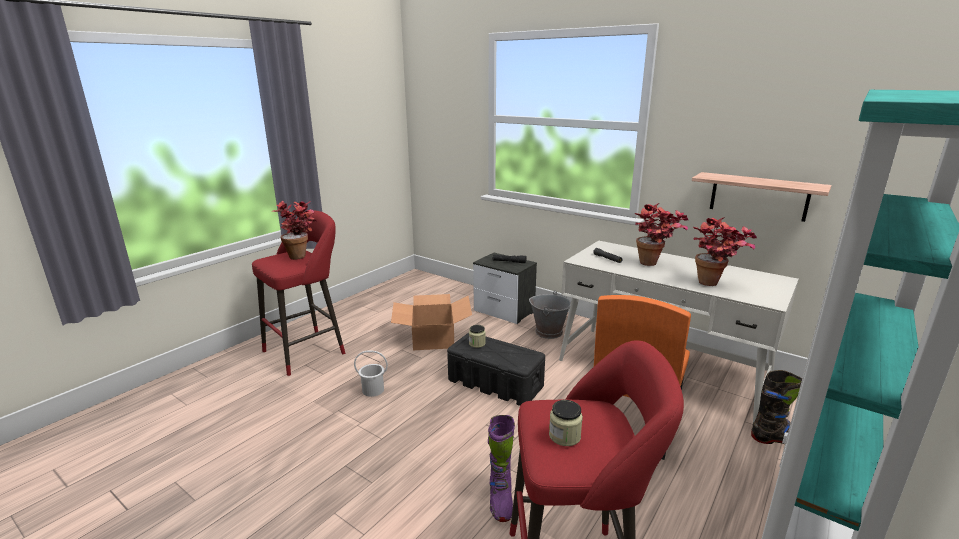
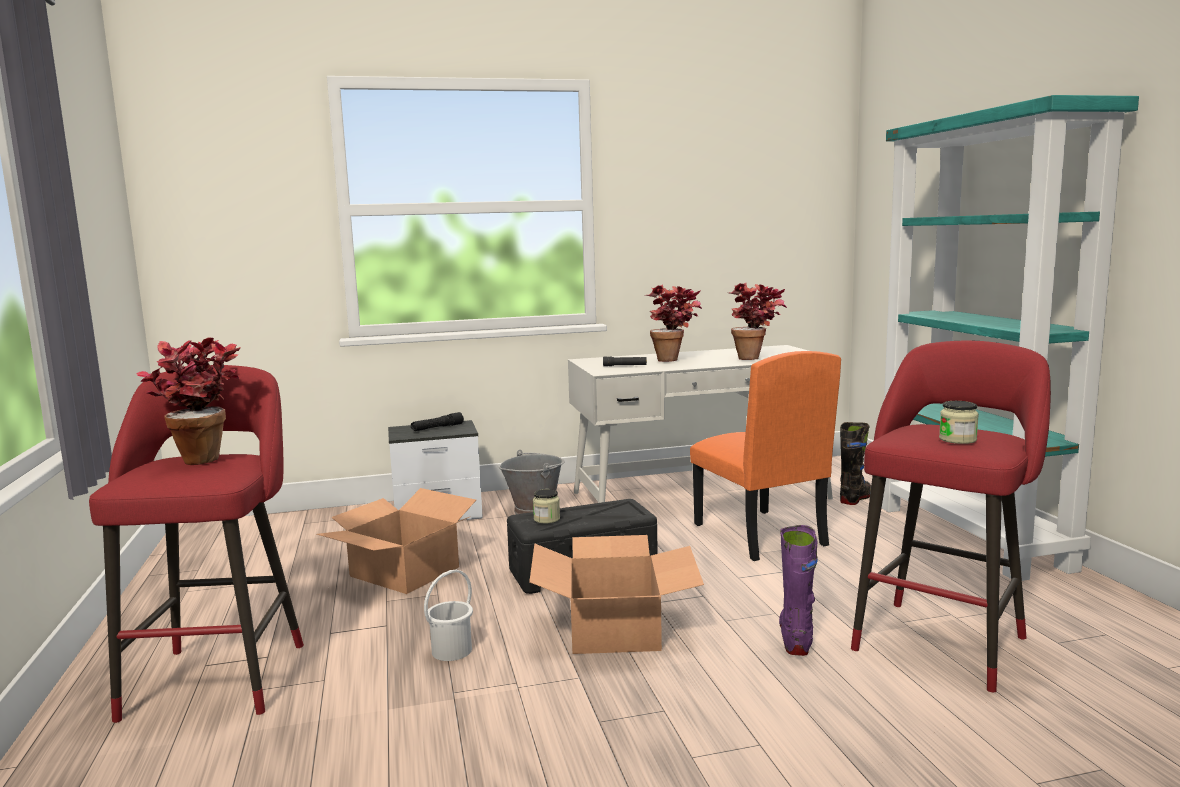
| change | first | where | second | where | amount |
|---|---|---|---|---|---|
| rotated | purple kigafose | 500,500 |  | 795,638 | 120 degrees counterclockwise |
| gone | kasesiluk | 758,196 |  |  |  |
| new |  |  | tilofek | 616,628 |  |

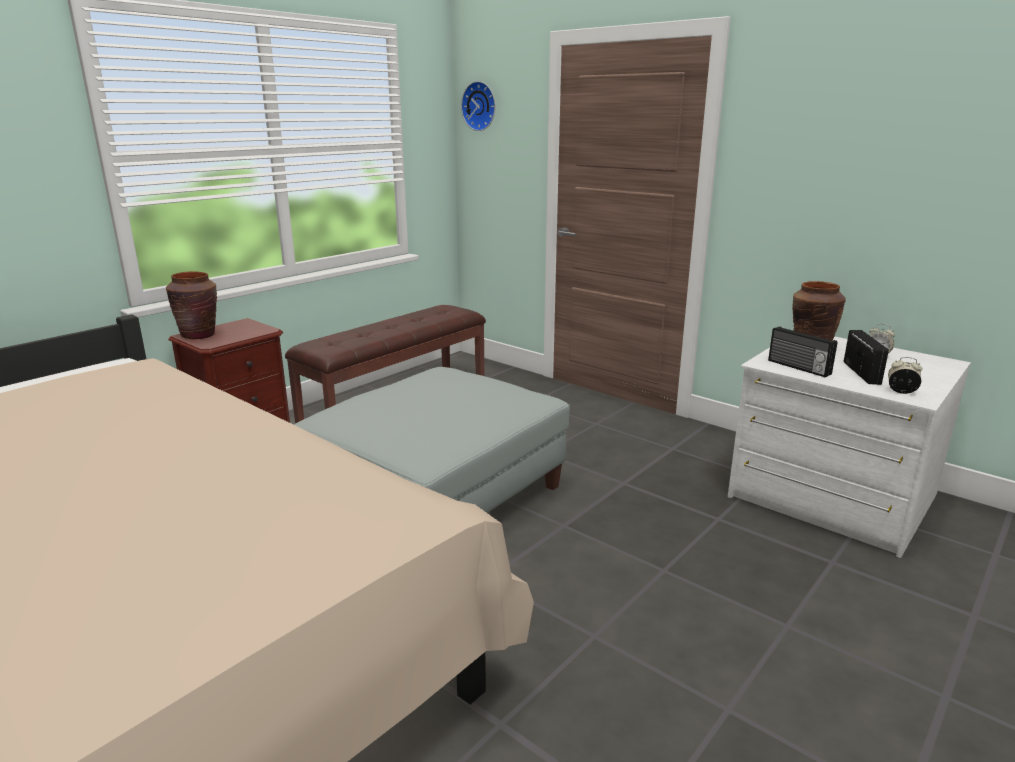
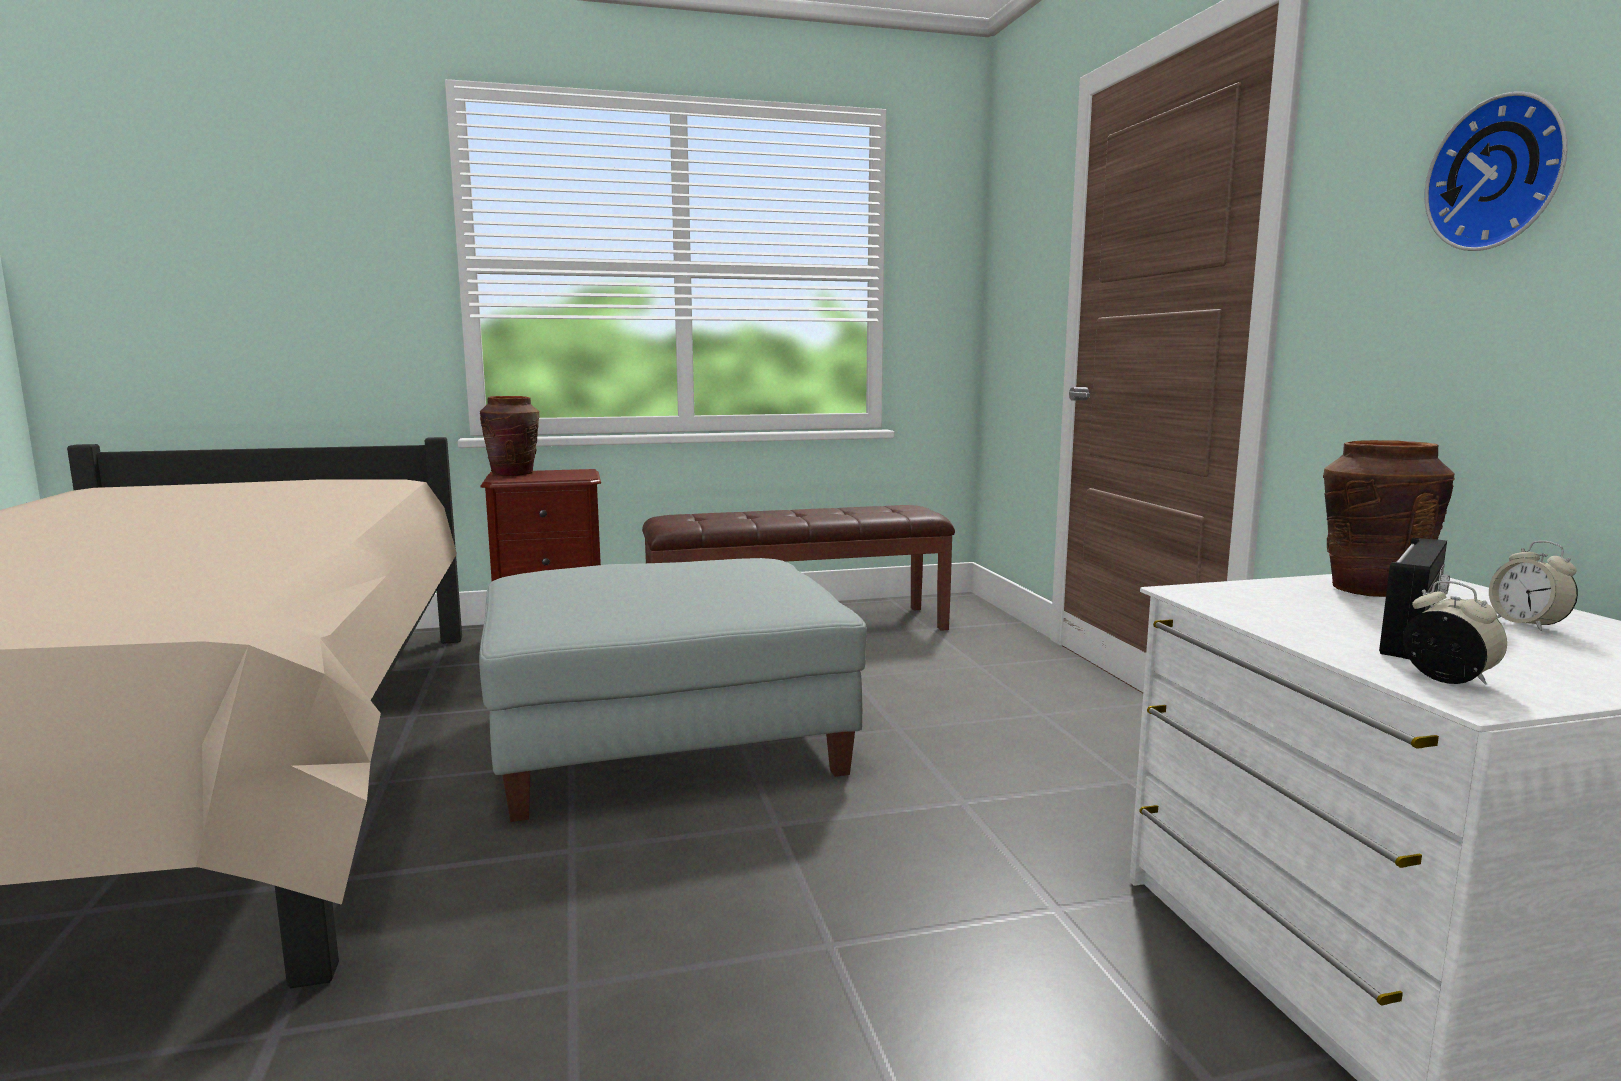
| change | first | where | second | where | amount |
|---|---|---|---|---|---|
| shifted | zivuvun | 480,106 |  | 1501,174 |  |
| gone | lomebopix | 798,367 |  |  |  |

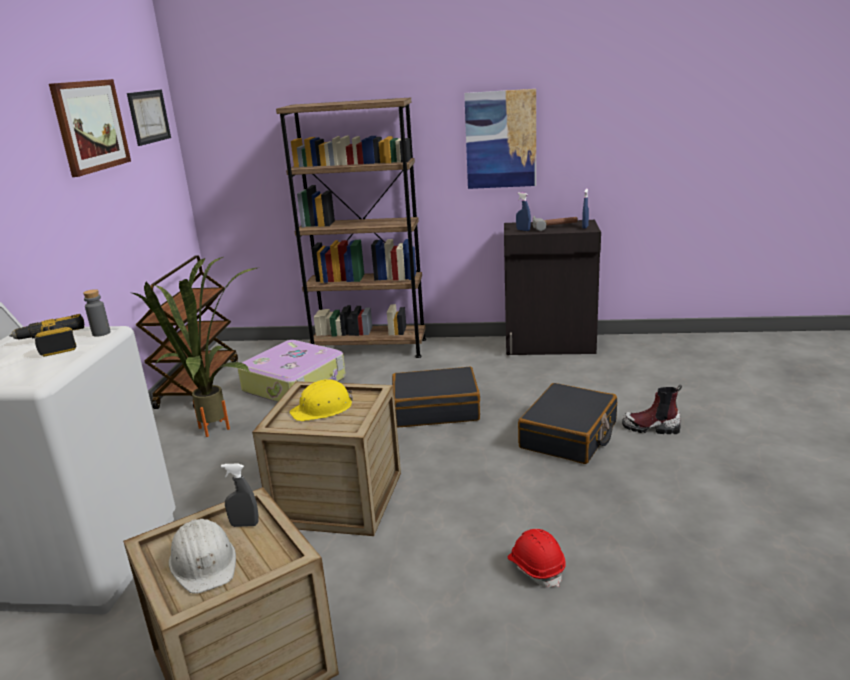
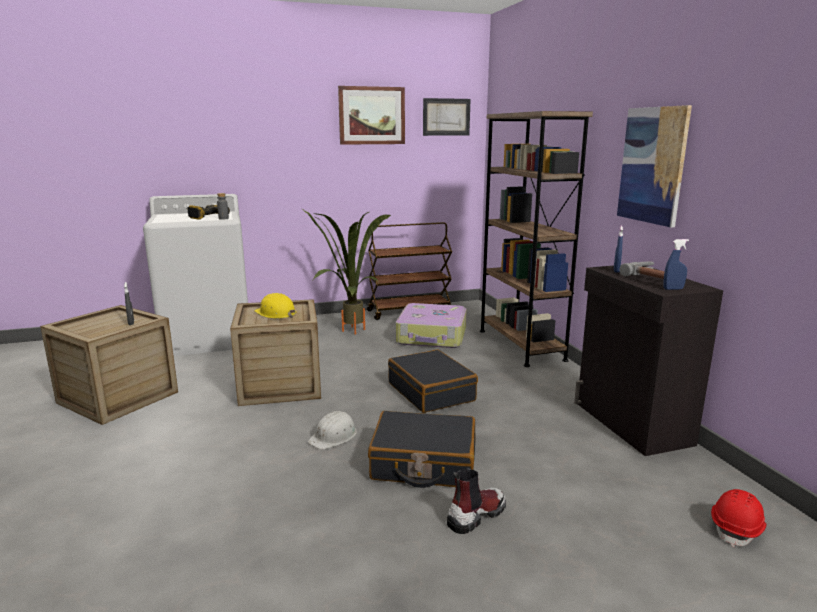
| change | first | where | second | where | amount |
|---|---|---|---|---|---|
| shifted | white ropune | 204,563 |  | 334,436 |  |
| shifted | red ropune | 536,567 |  | 736,528 |  |
| rotated | kigafose | 651,428 |  | 476,515 | 60 degrees clockwise |

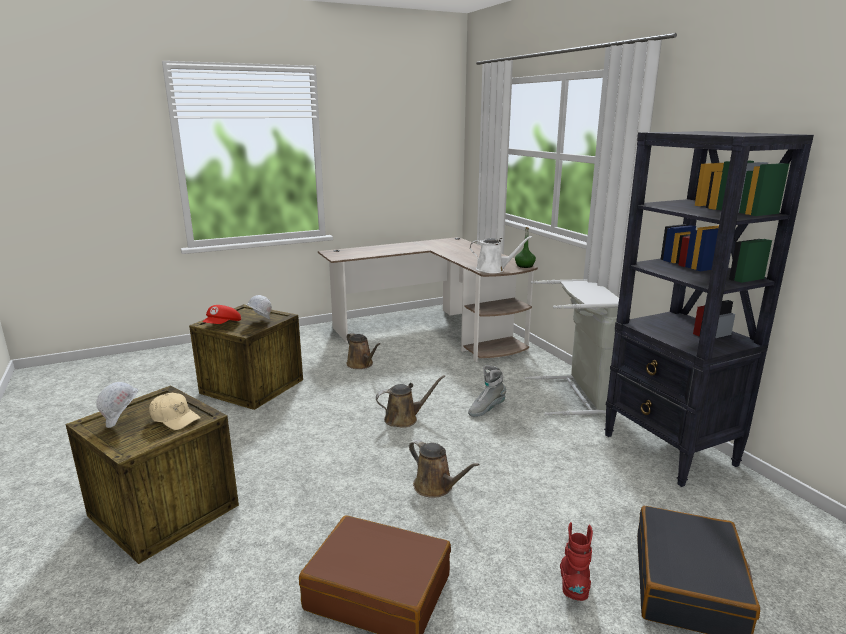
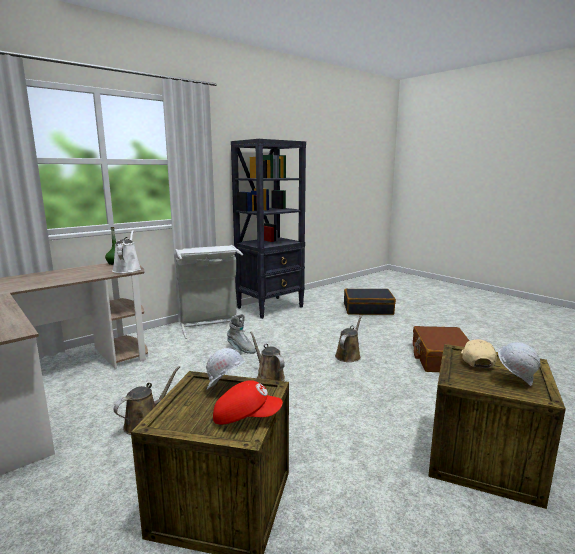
| change | first | where | second | where | amount |
|---|---|---|---|---|---|
| gone | red kigafose | 574,585 |  |  |  |

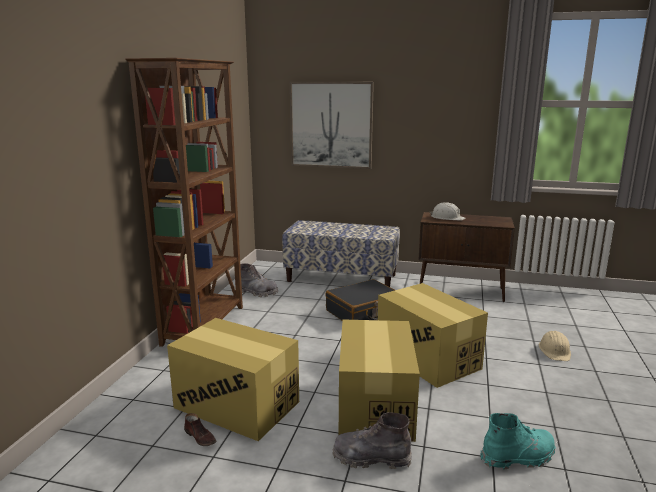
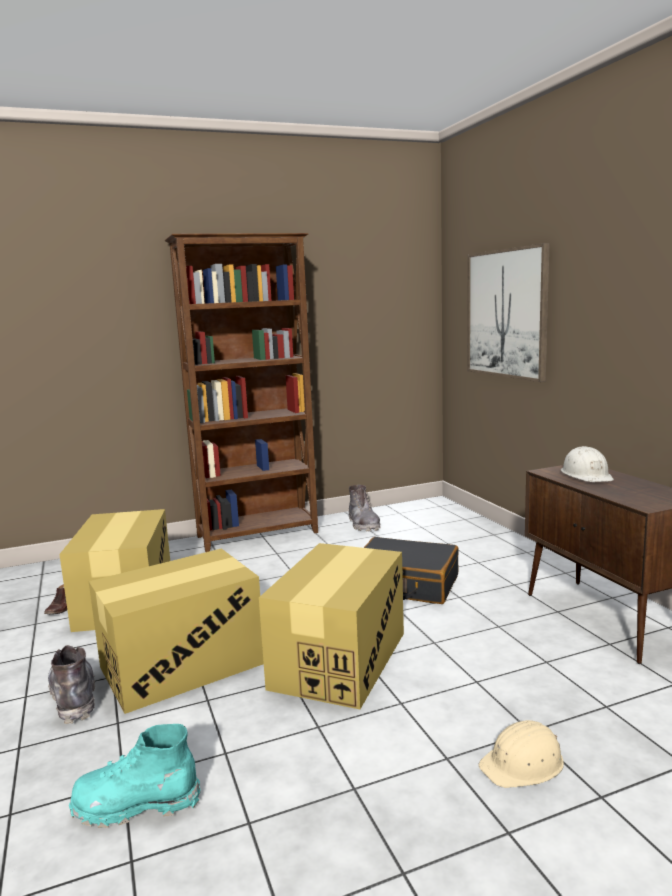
| change | first | where | second | where | amount |
|---|---|---|---|---|---|
| gone | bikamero | 342,278 |  |  |  |
| rotated | turquoise kigafose | 518,457 |  | 136,805 | 135 degrees clockwise |

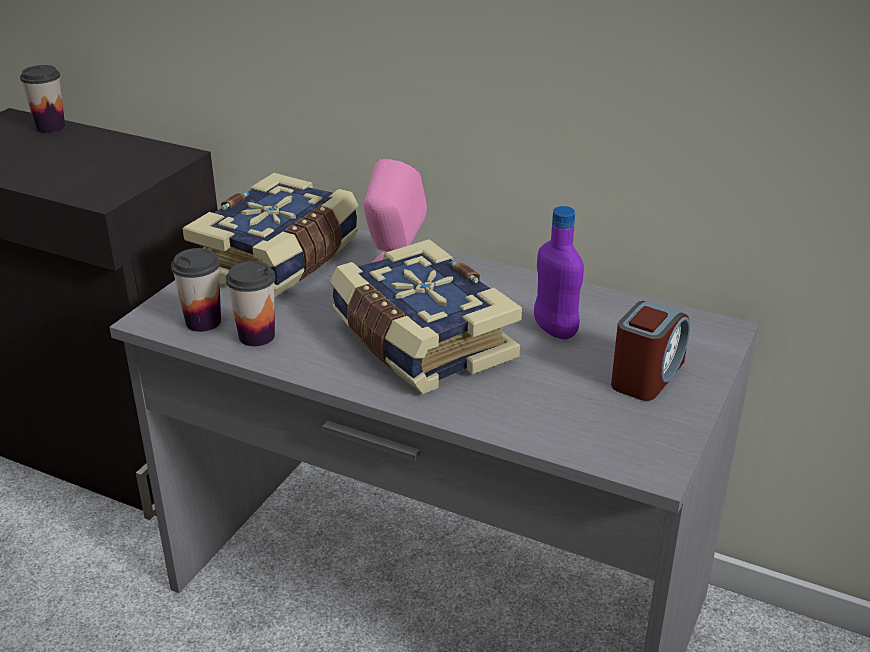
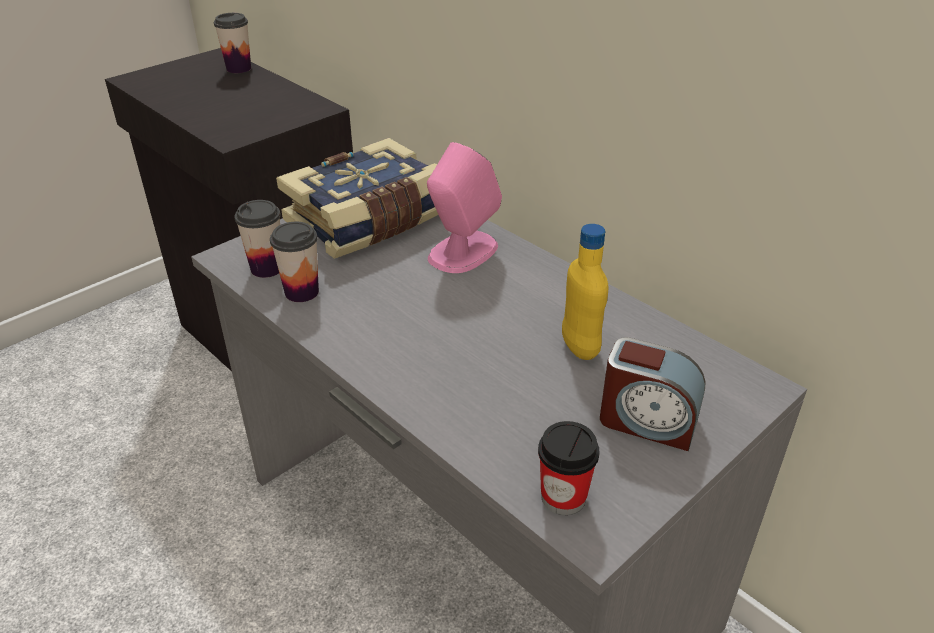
| change | first | where | second | where | amount |
|---|---|---|---|---|---|
| gone | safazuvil | 419,342 |  |  |  |
| repainted | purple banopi | 555,330 | yellow banopi | 579,347 |  |
| rotated | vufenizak | 647,375 |  | 647,421 | 60 degrees clockwise |
| new |  |  | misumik | 563,497 |  |

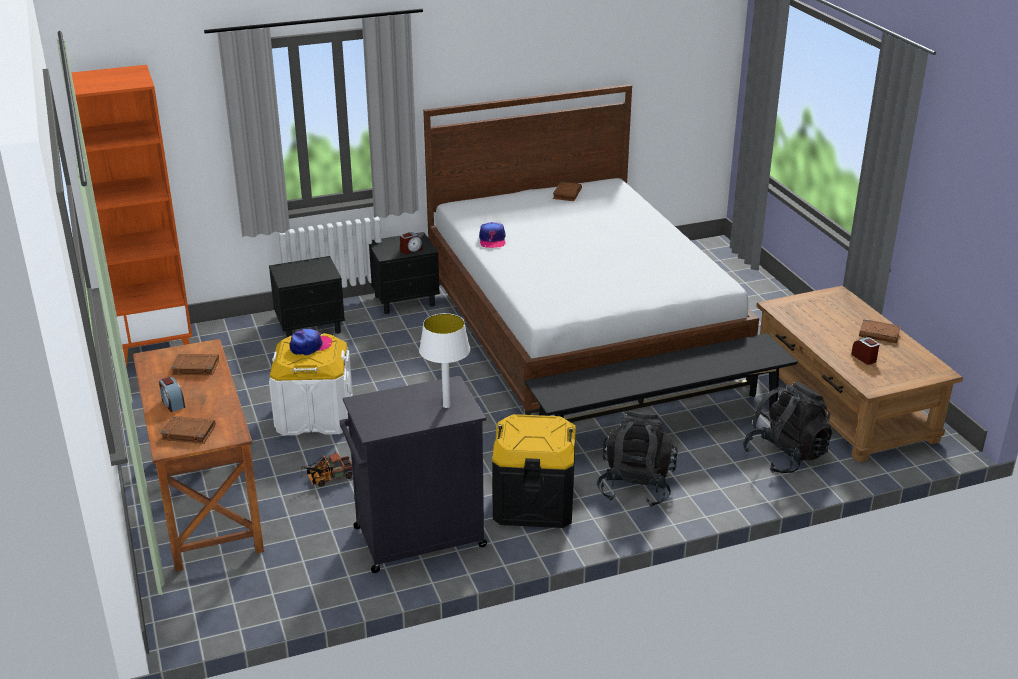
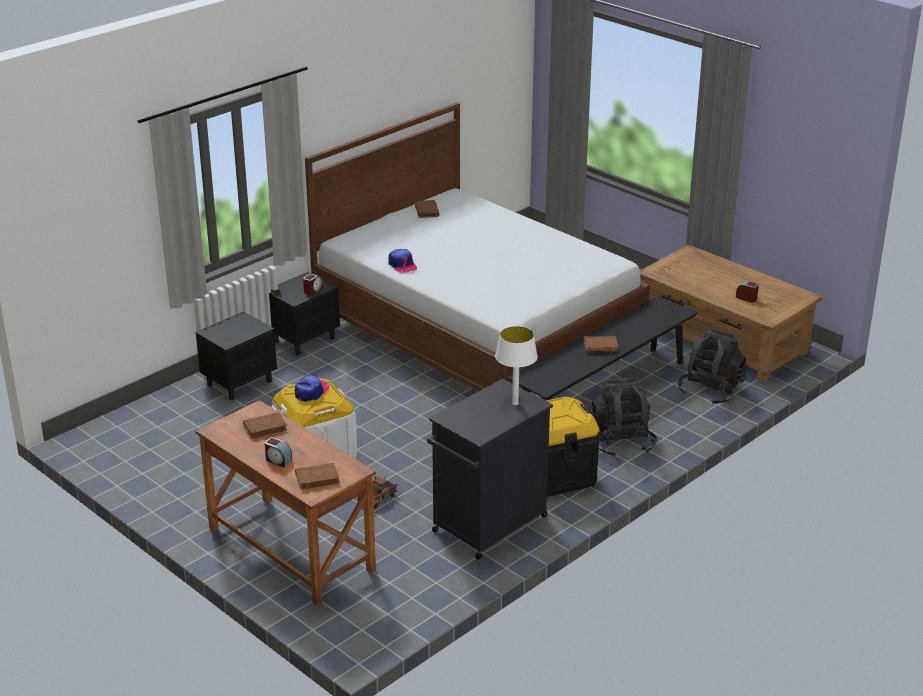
| change | first | where | second | where | amount |
|---|---|---|---|---|---|
| gone | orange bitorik | 155,347 |  |  |  |
| shifted | brown safazuvil | 879,334 |  | 601,347 |  |

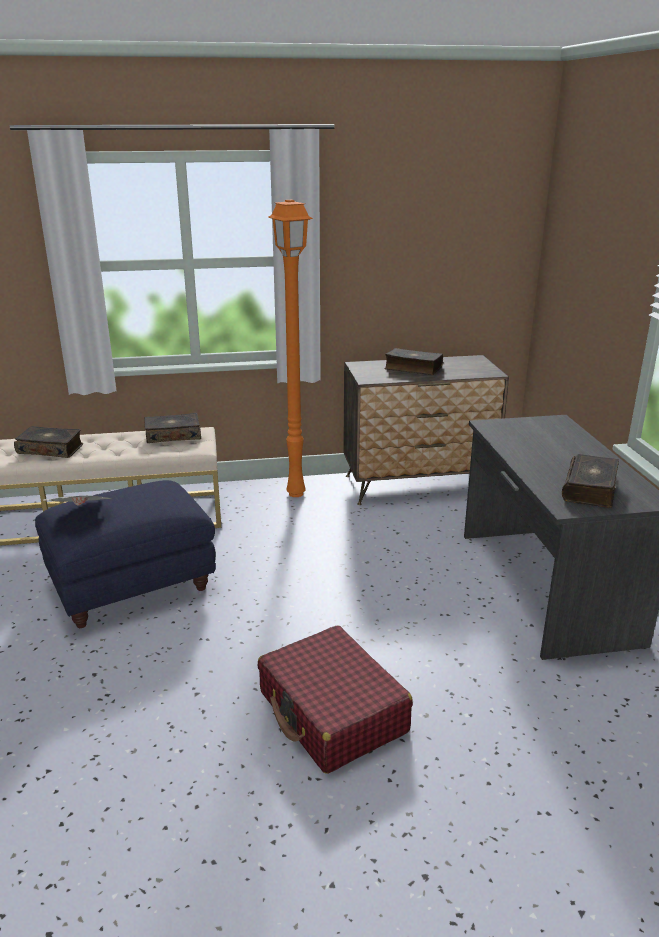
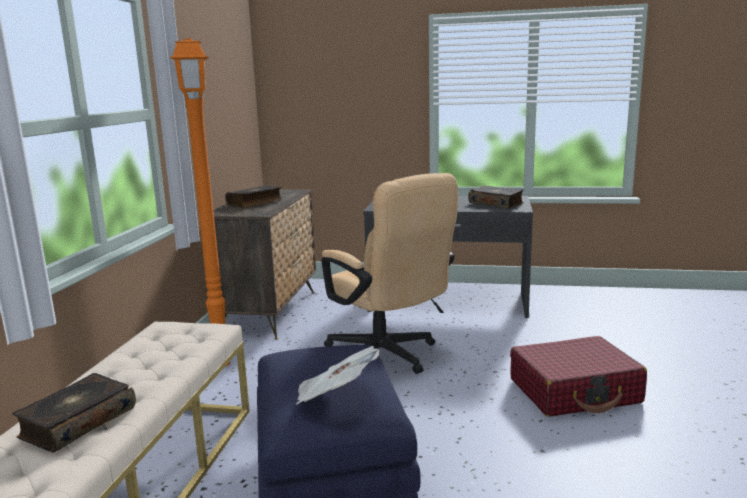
| change | first | where | second | where | amount |
|---|---|---|---|---|---|
| gone | safazuvil | 173,435 |  |  |  |
| new |  |  | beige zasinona | 388,357 |  |

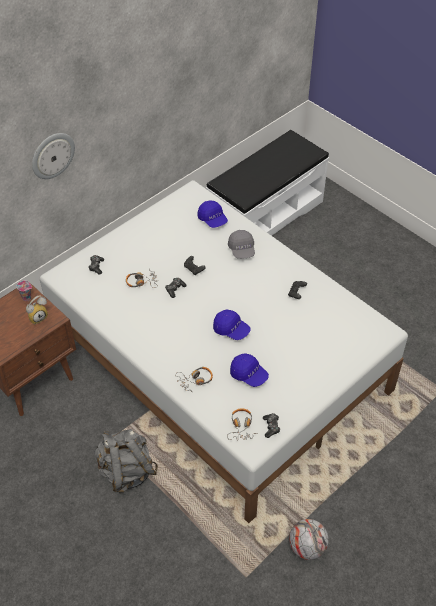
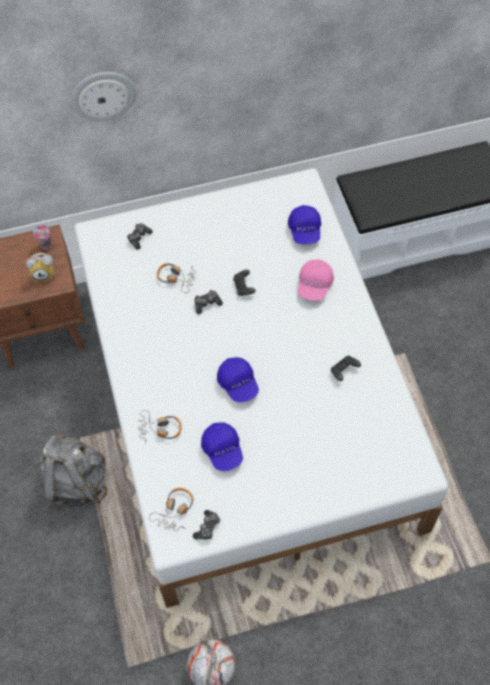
| change | first | where | second | where | amount |
|---|---|---|---|---|---|
| repainted | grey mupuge | 242,250 | pink mupuge | 314,285 |  |

